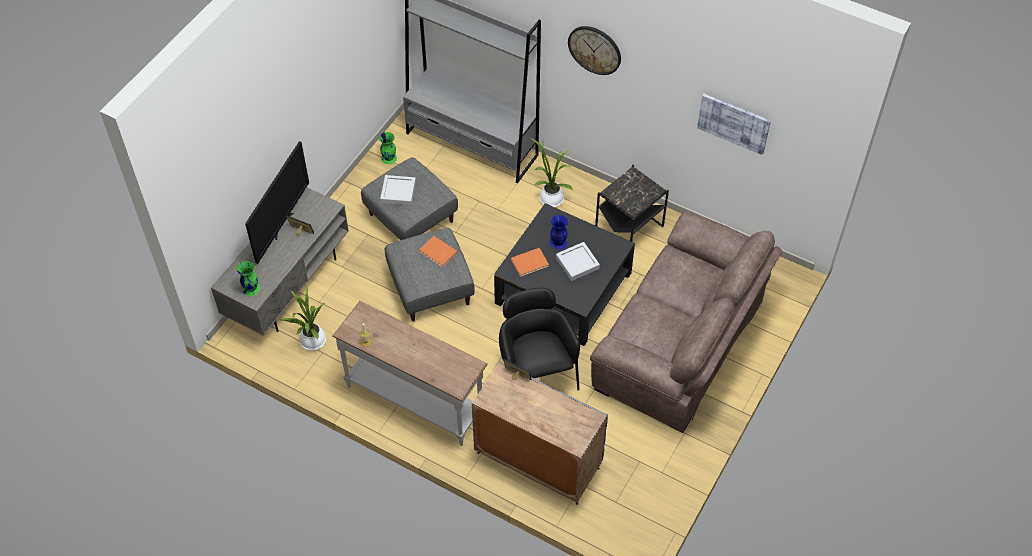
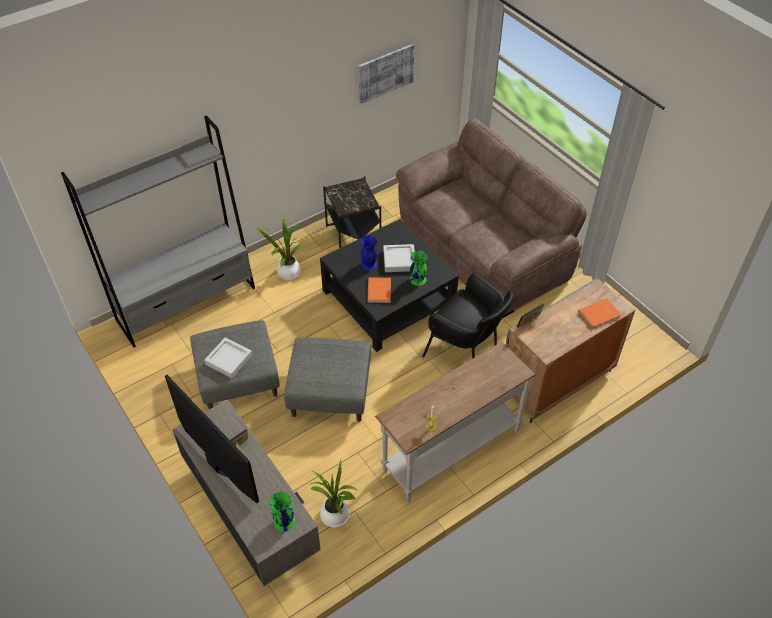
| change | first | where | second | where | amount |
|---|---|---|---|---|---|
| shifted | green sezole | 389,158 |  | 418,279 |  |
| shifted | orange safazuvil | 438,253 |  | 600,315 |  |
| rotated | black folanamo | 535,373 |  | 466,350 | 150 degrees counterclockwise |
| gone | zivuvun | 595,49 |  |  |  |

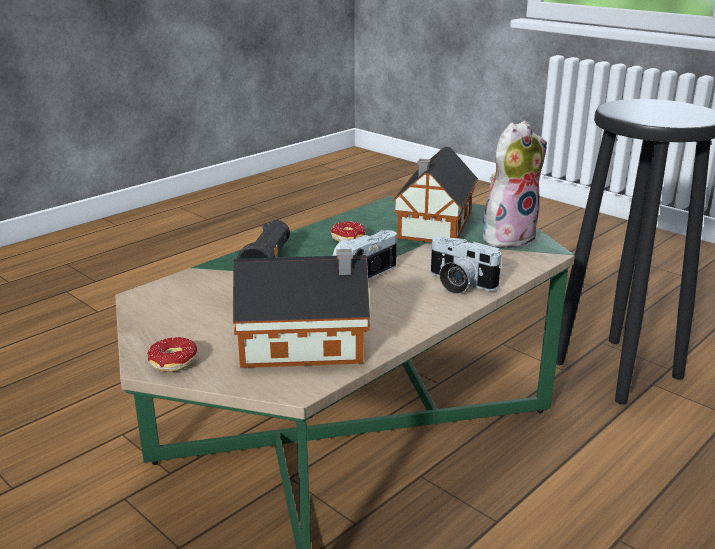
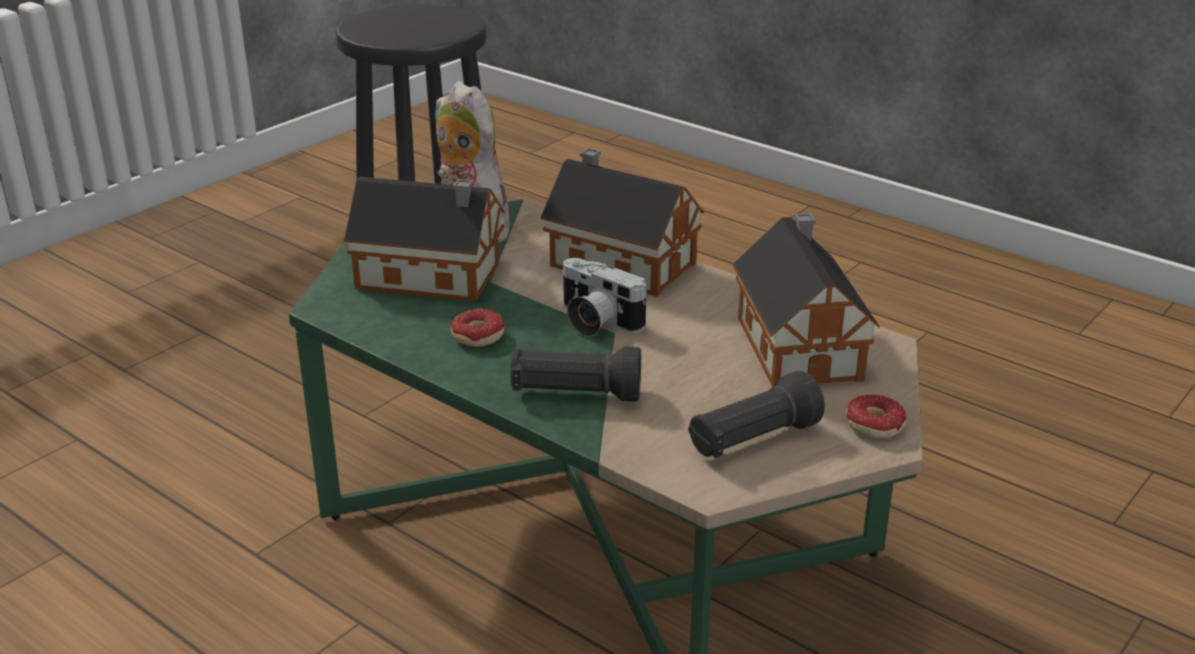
| change | first | where | second | where | amount |
|---|---|---|---|---|---|
| swapped | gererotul | 458,284 | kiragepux | 618,262 |  |
| new |  |  | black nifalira | 752,440 |  |

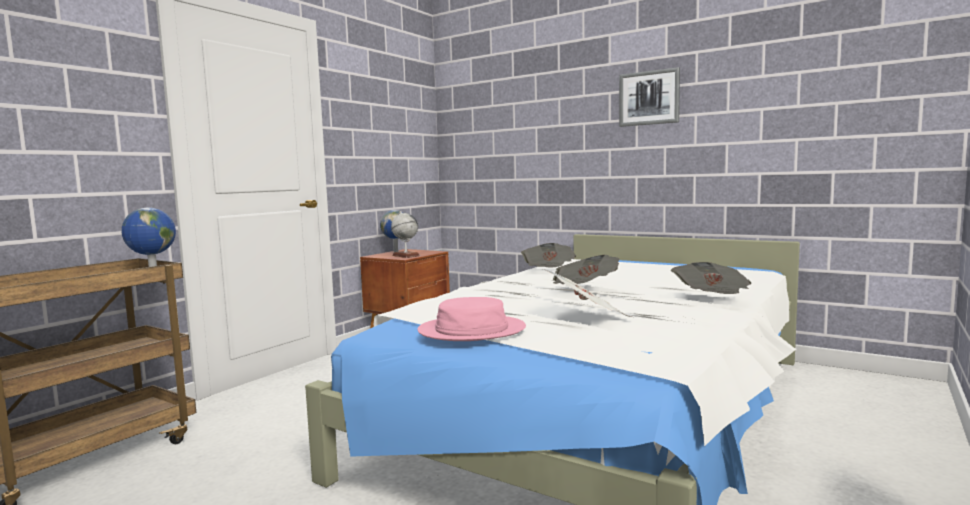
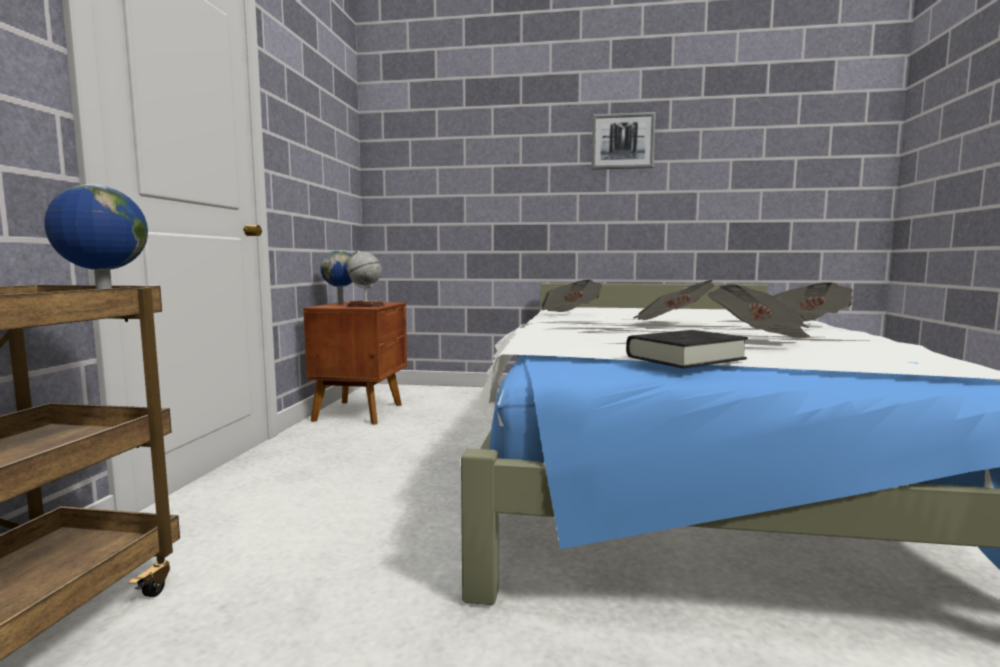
| change | first | where | second | where | amount |
|---|---|---|---|---|---|
| swapped | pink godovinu | 472,330 | black safazuvil | 685,358 |  |

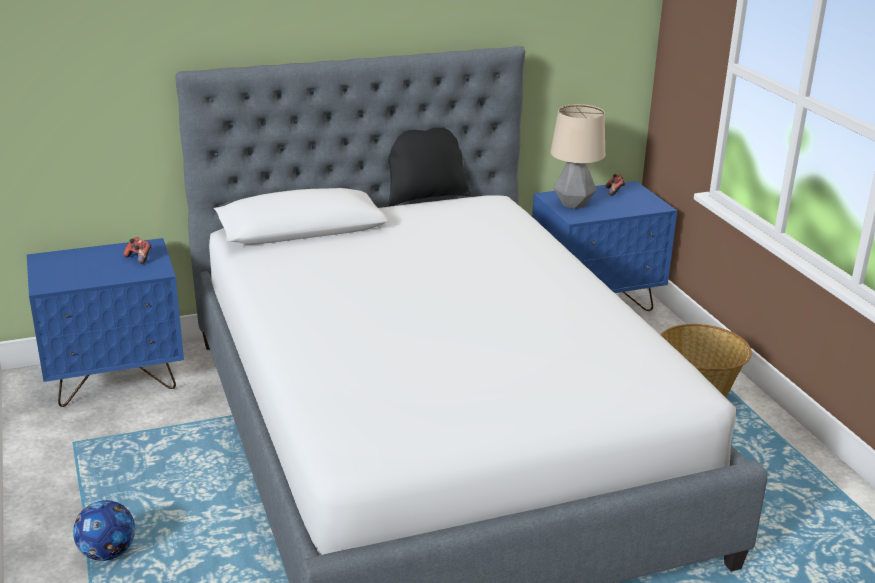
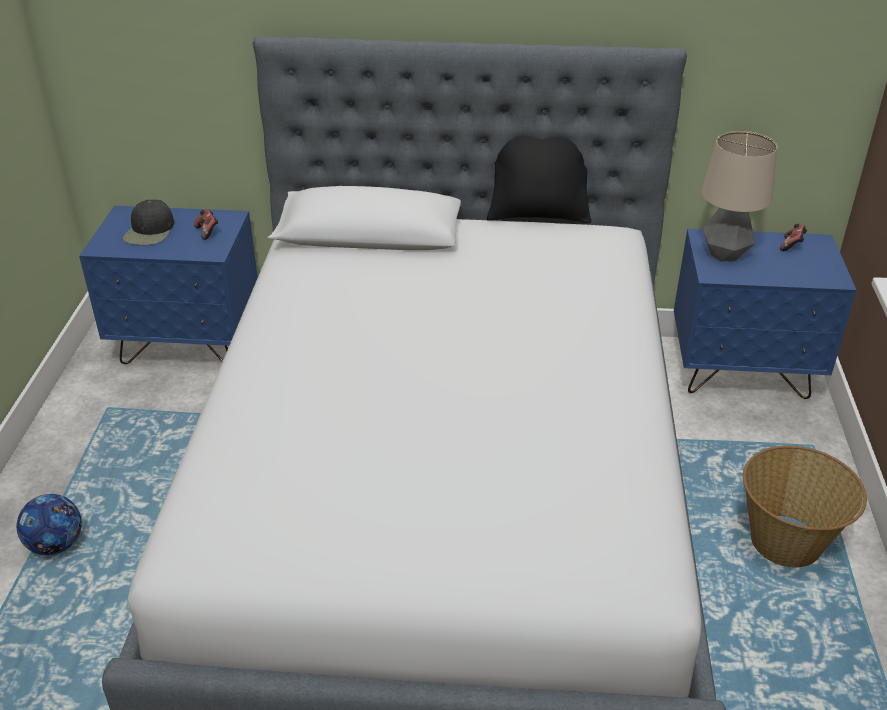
| change | first | where | second | where | amount |
|---|---|---|---|---|---|
| new |  |  | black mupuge | 150,231 |  |

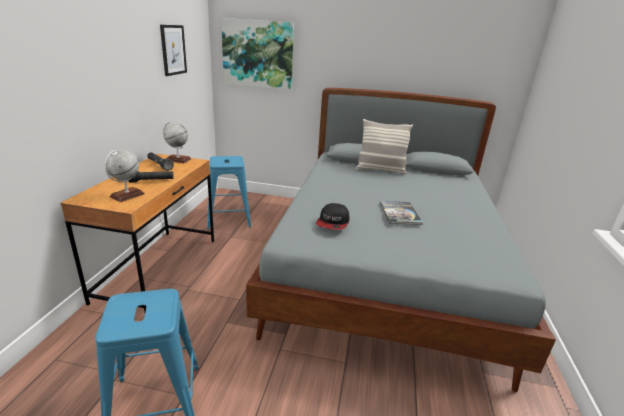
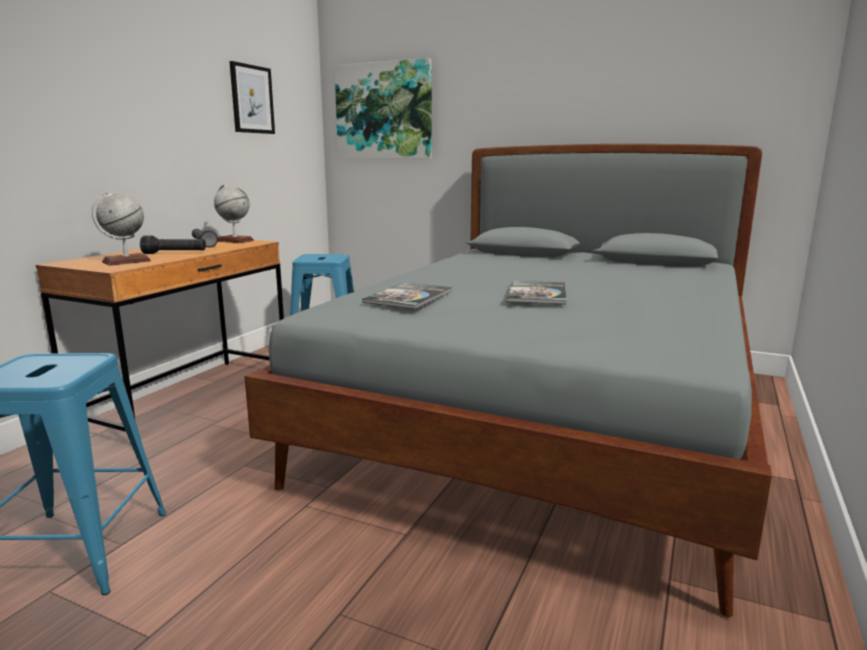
| change | first | where | second | where | amount |
|---|---|---|---|---|---|
| swapped | mupuge | 333,222 | safazuvil | 408,297 |  |
| gone | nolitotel | 380,170 |  |  |  |

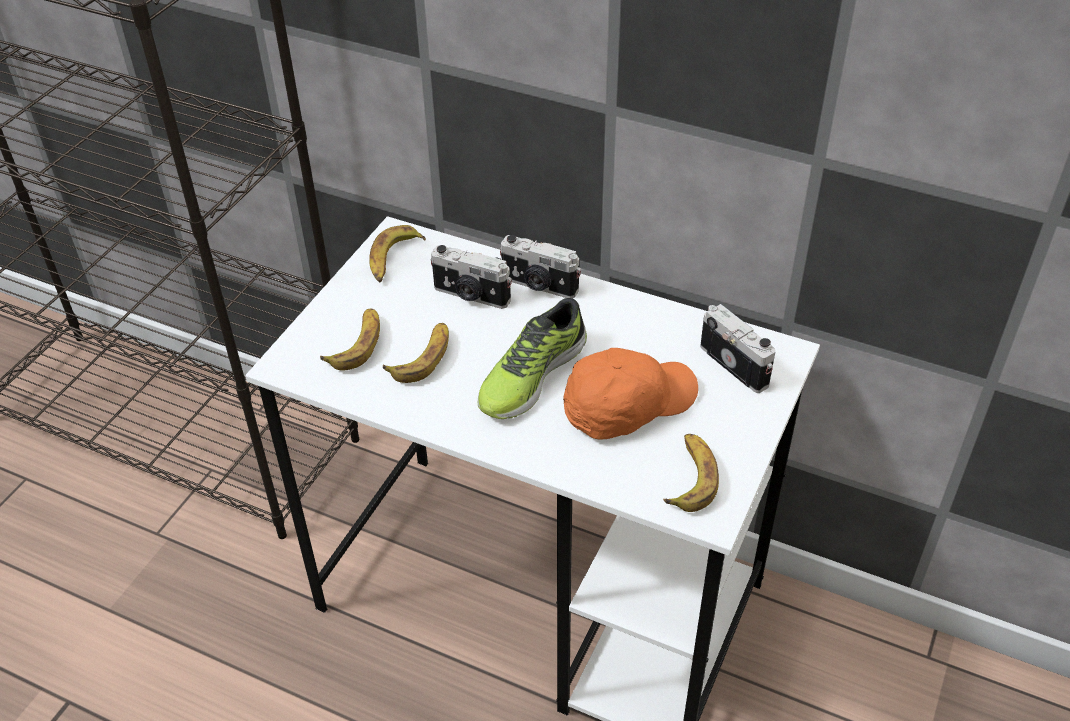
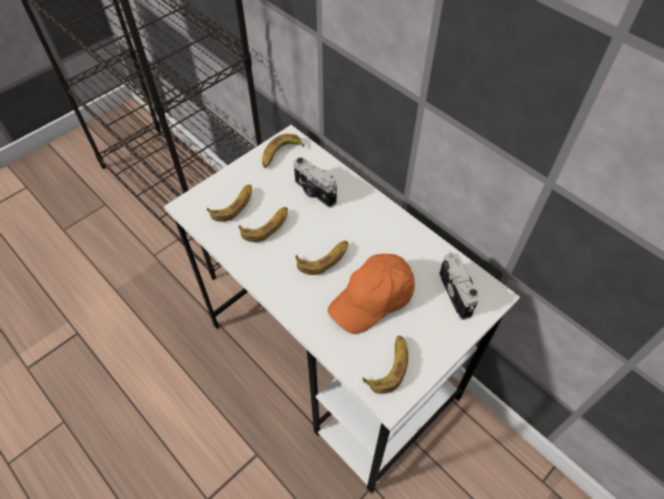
| change | first | where | second | where | amount |
|---|---|---|---|---|---|
| swapped | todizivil | 530,375 | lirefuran | 324,259 |  |
| gone | gererotul | 539,286 |  |  |  |
| rotated | orange mupuge | 626,405 |  | 373,300 | 150 degrees clockwise |

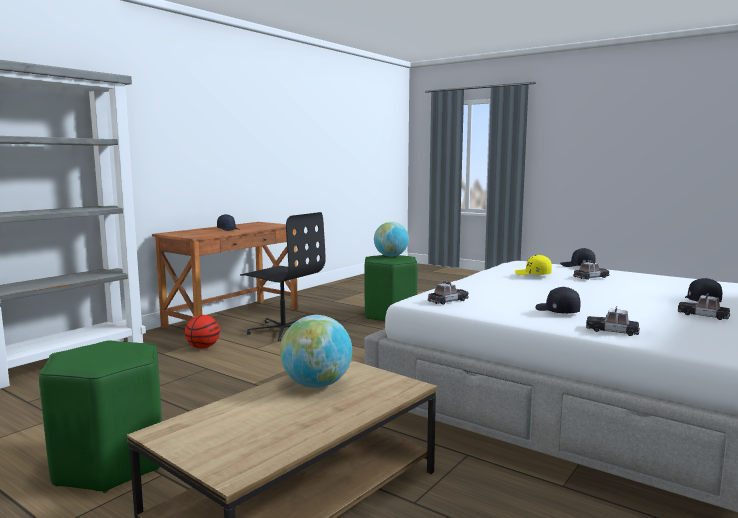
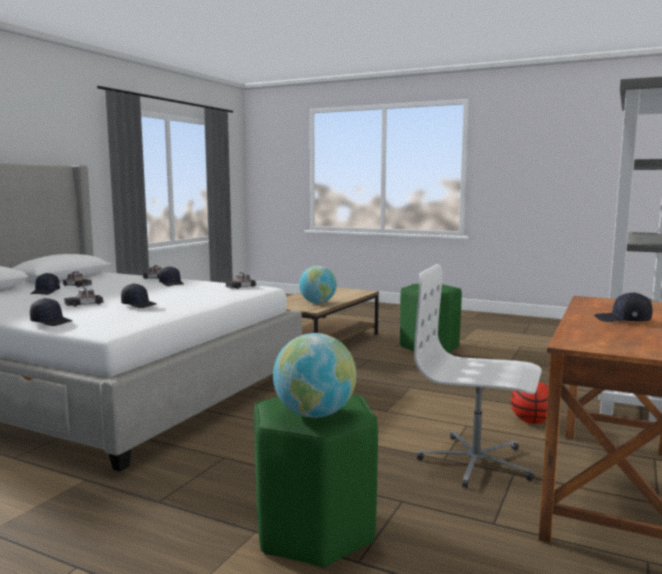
| change | first | where | second | where | amount |
|---|---|---|---|---|---|
| repainted | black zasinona | 283,330 | white zasinona | 476,462 |  |
| repainted | yellow mupuge | 533,274 | black mupuge | 139,305 |  |

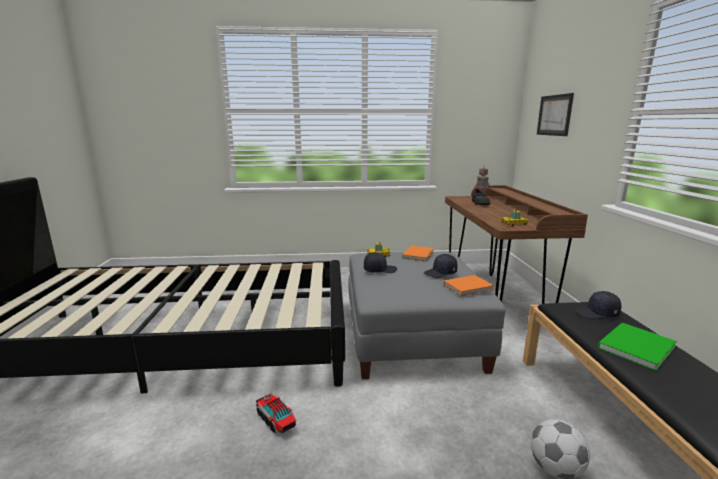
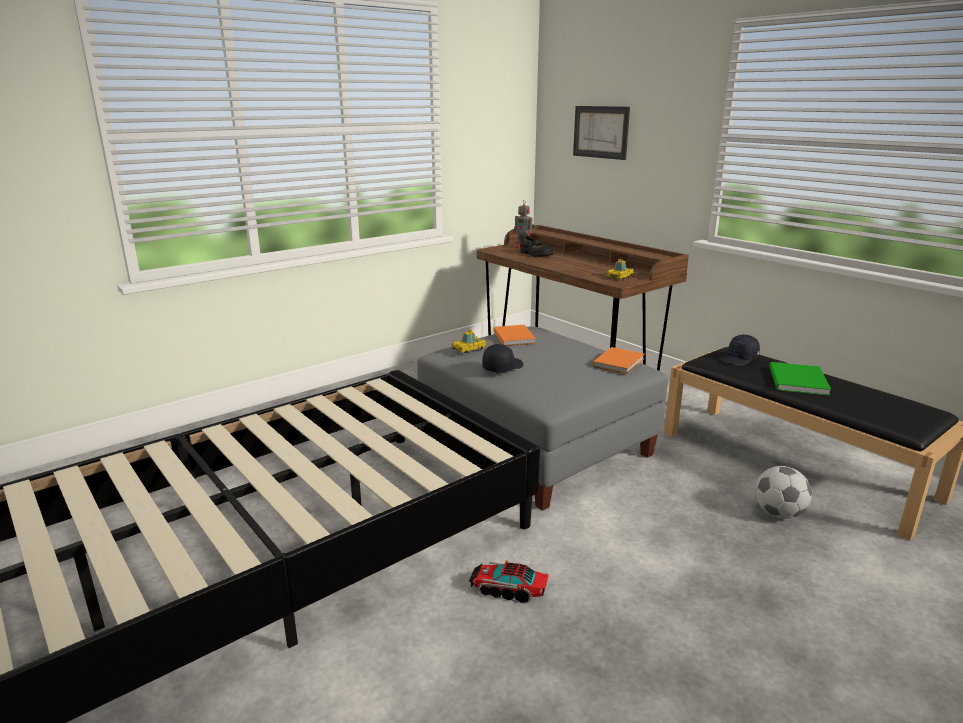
| change | first | where | second | where | amount |
|---|---|---|---|---|---|
| gone | black mupuge | 440,273 |  |  |  |

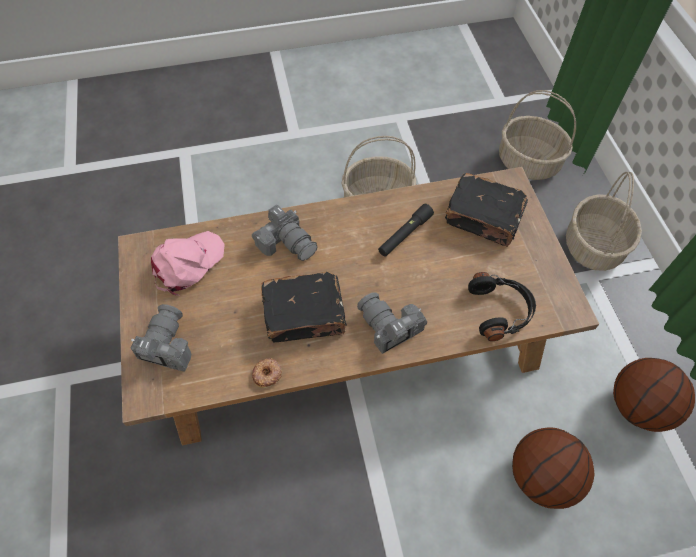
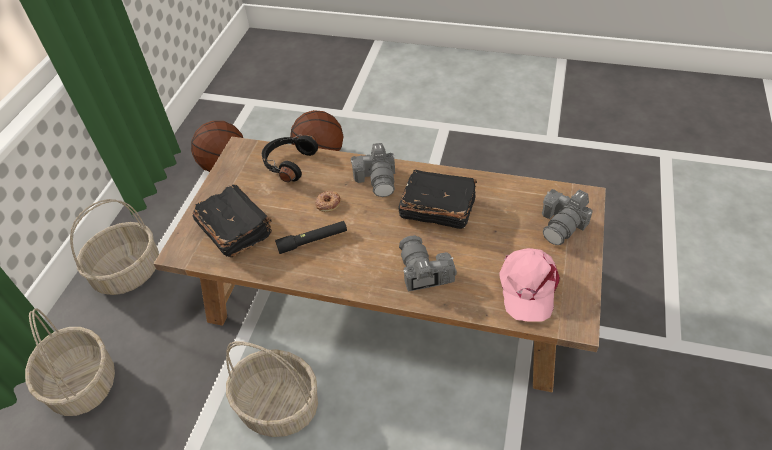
| change | first | where | second | where | amount |
|---|---|---|---|---|---|
| rotated | pink mupuge | 187,264 |  | 527,287 | 60 degrees counterclockwise |
| shifted | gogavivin | 267,374 |  | 328,203 |  |

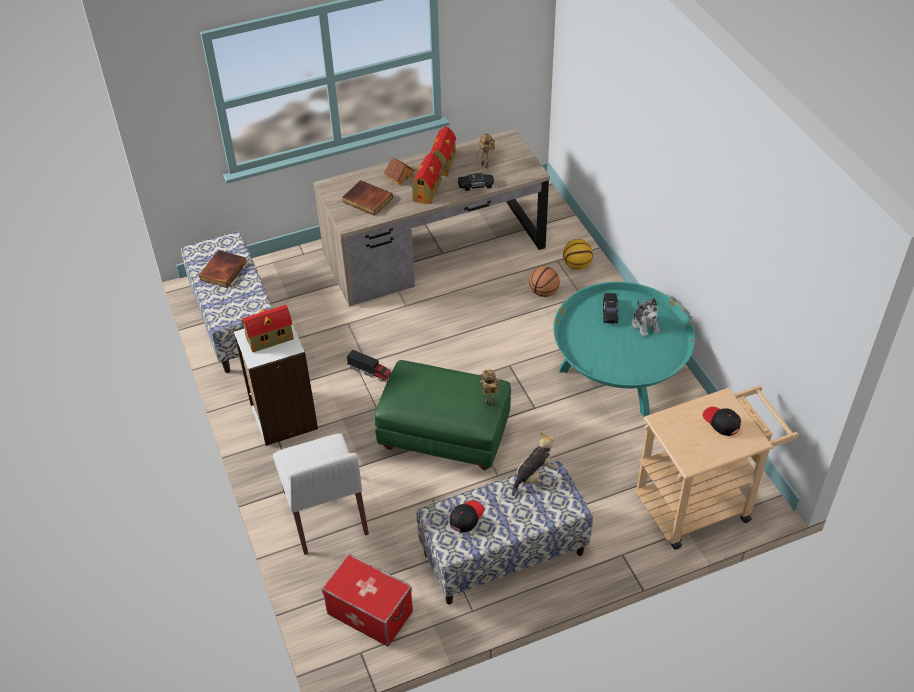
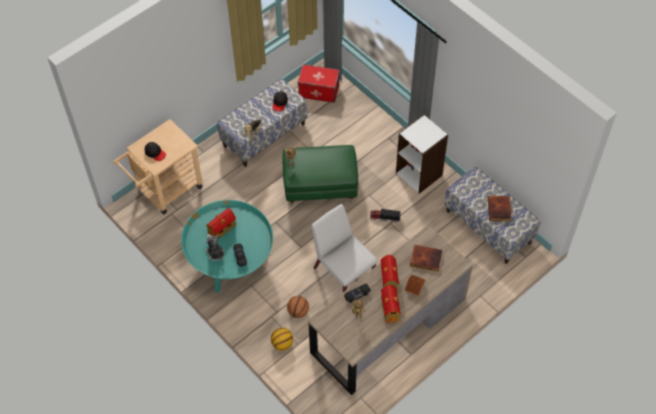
| change | first | where | second | where | amount |
|---|---|---|---|---|---|
| shifted | kiragepux | 268,339 |  | 222,228 |  |
| shifted | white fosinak | 326,514 |  | 343,272 |  |

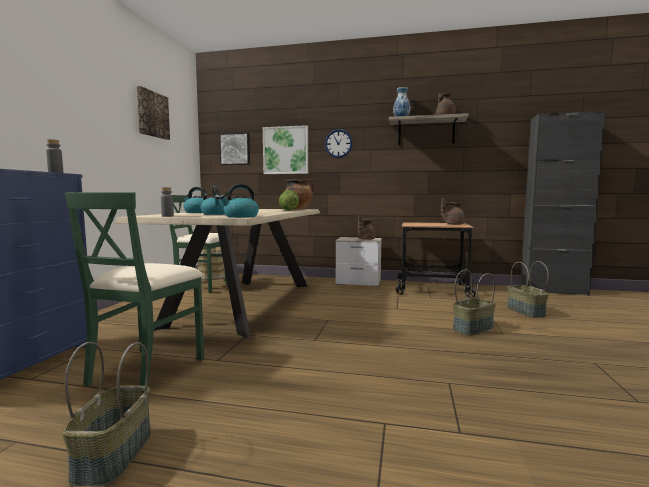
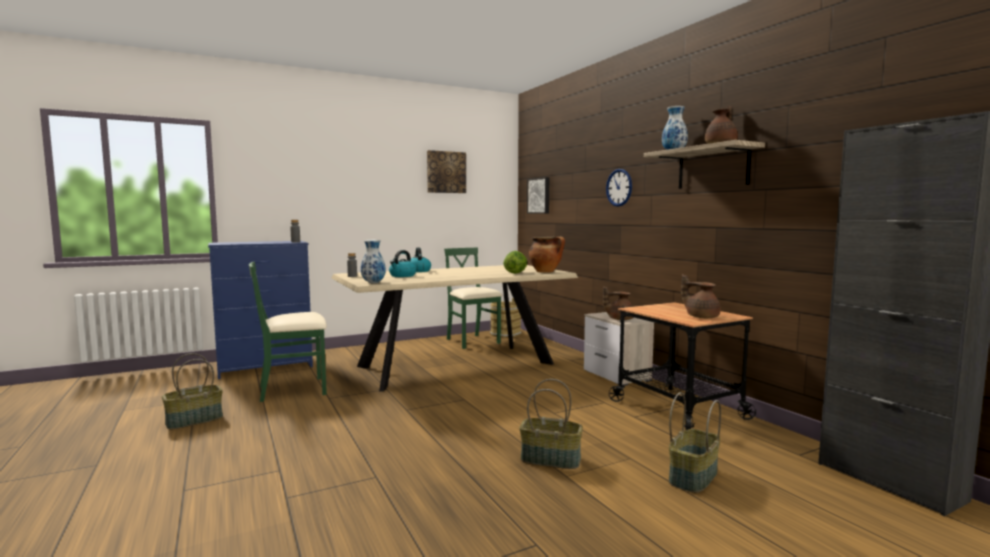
| change | first | where | second | where | amount |
|---|---|---|---|---|---|
| swapped | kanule | 240,217 | sezole | 373,283 |  |
| gone | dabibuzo | 285,150 |  |  |  |

